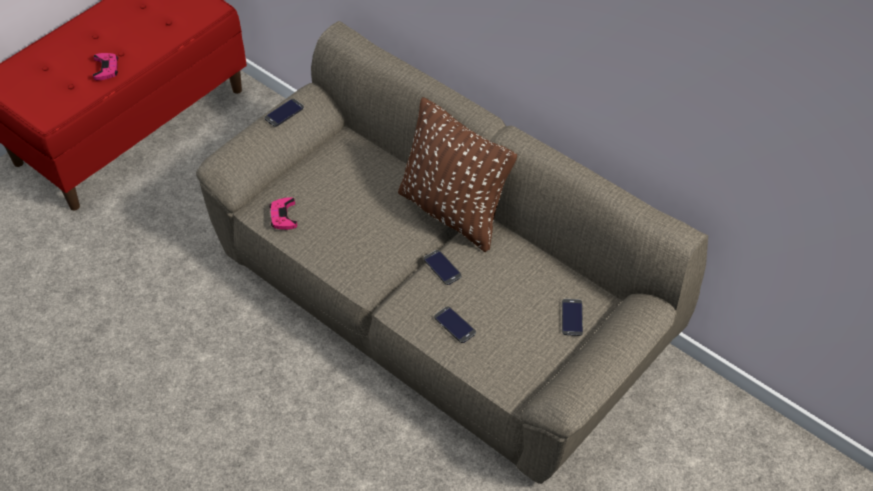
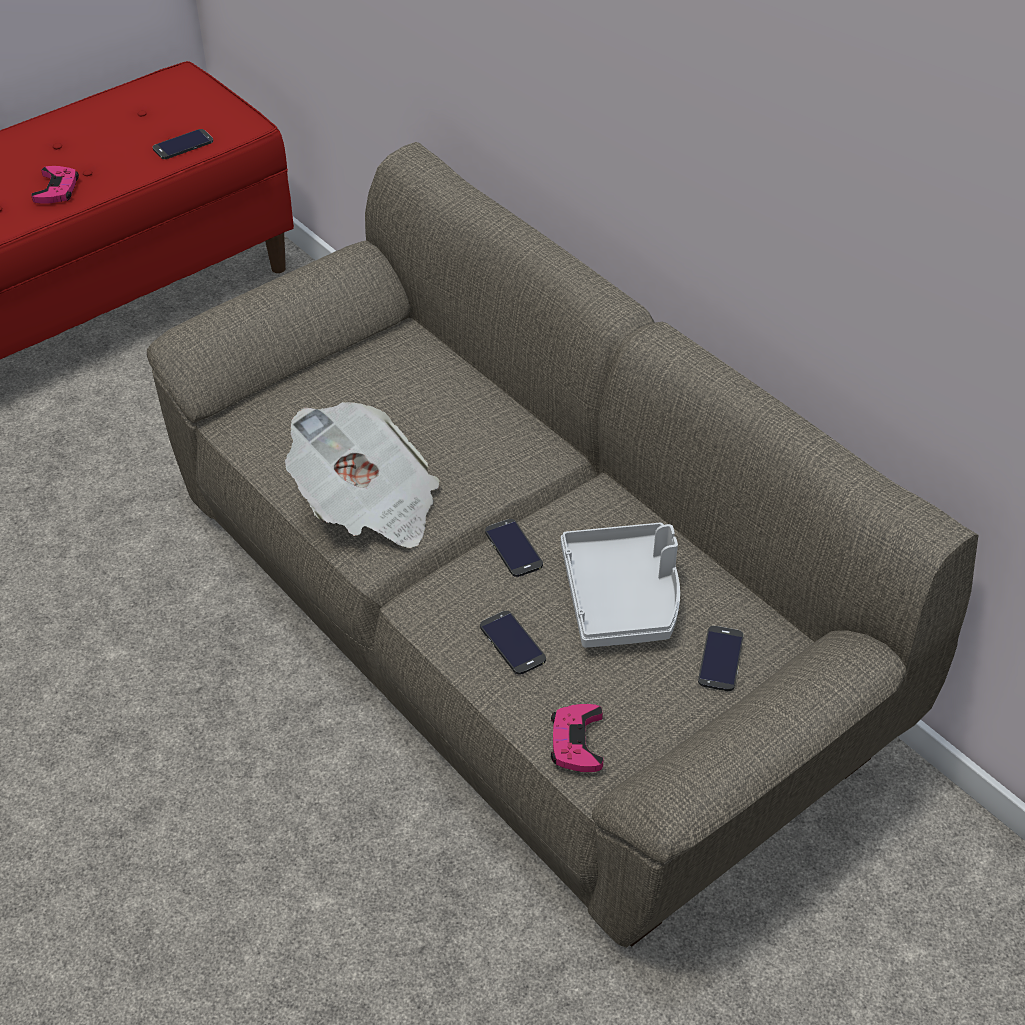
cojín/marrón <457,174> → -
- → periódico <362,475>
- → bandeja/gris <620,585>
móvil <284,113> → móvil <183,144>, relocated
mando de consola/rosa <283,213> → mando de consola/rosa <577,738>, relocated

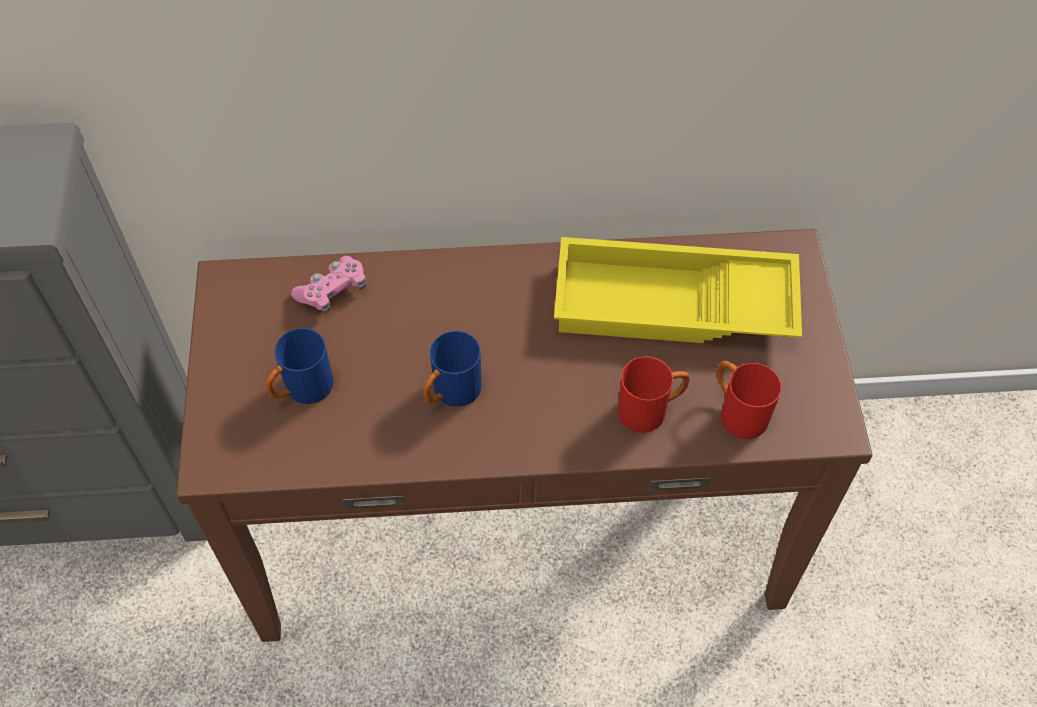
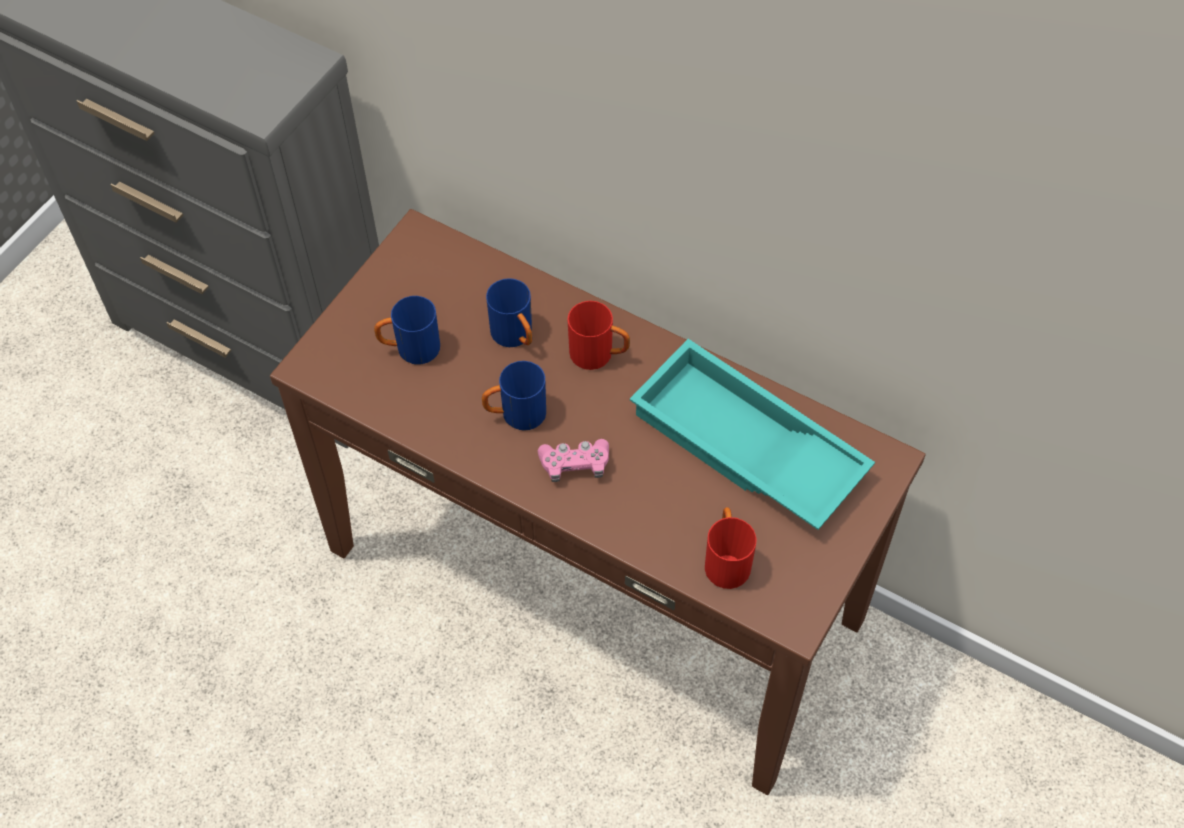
- → taza grande/azul <509,312>
mando de consola/rosa <328,285> → mando de consola/rosa <573,460>, relocated
taza grande/rojo <654,394> → taza grande/rojo <598,335>, relocated
bandeja/amarillo <678,290> → bandeja/turquesa <752,434>

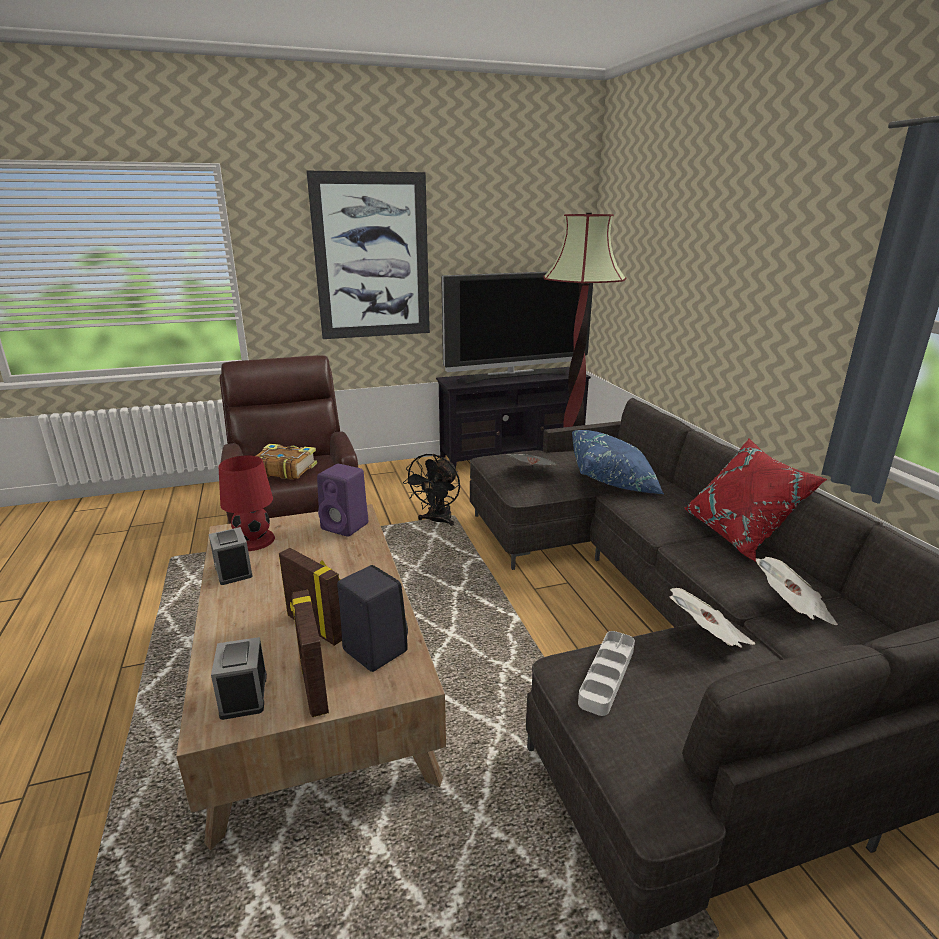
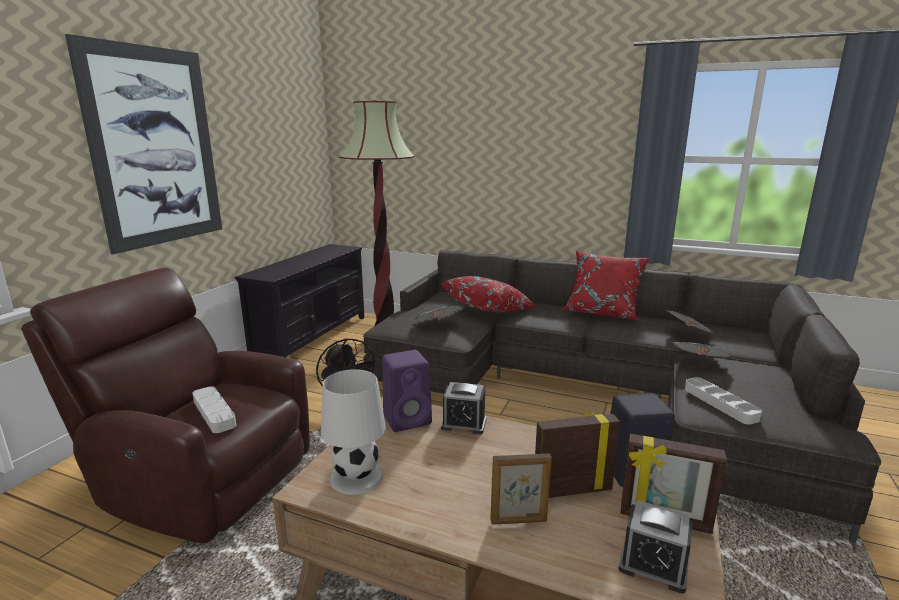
televisor <517,327> → -
- → portarretratos <521,489>
despertador <231,556> → despertador <463,408>, relocated
libro <286,462> → bandeja/gris <214,409>
lámpara de mesa/rojo <247,503> → lámpara de mesa/blanco <353,432>
cojín/azul <618,462> → cojín/rojo <488,294>

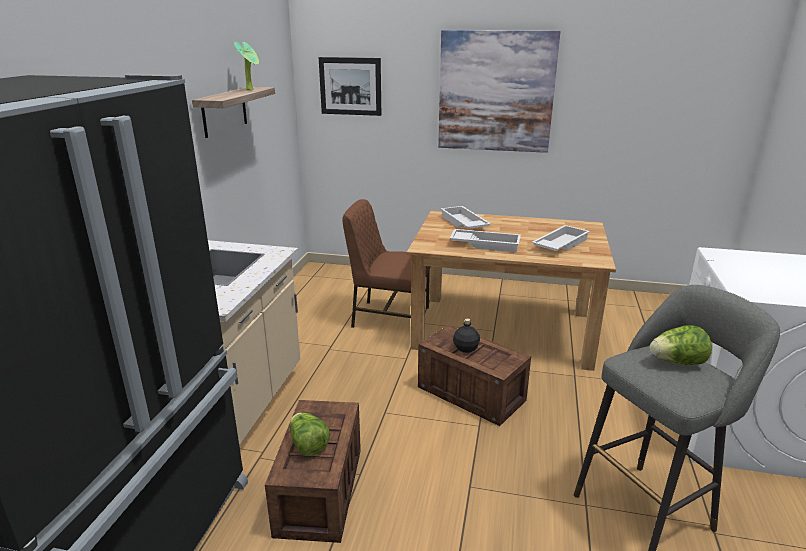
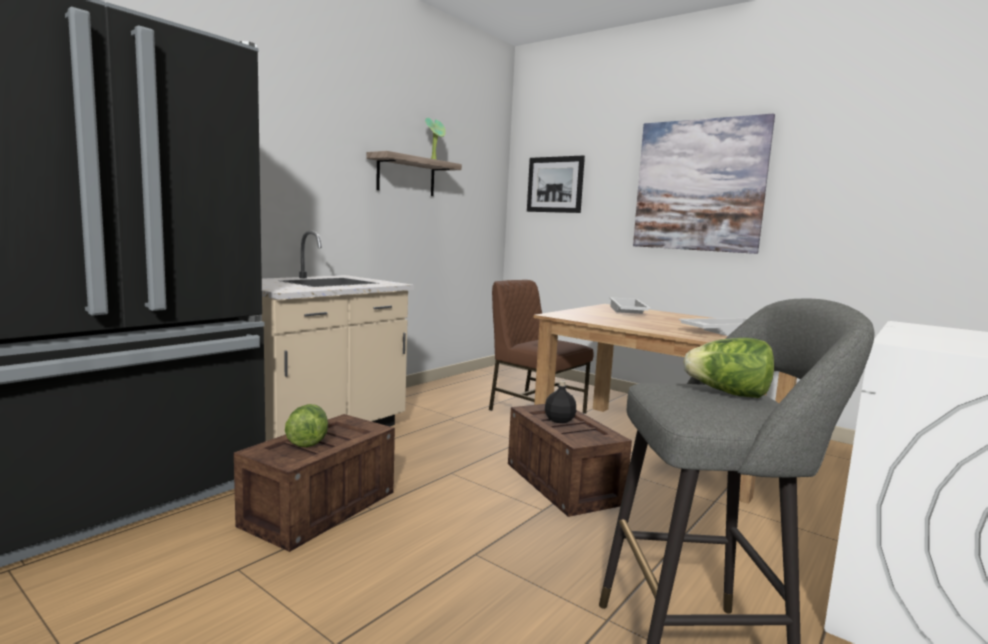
bandeja/blanco <485,241> → -

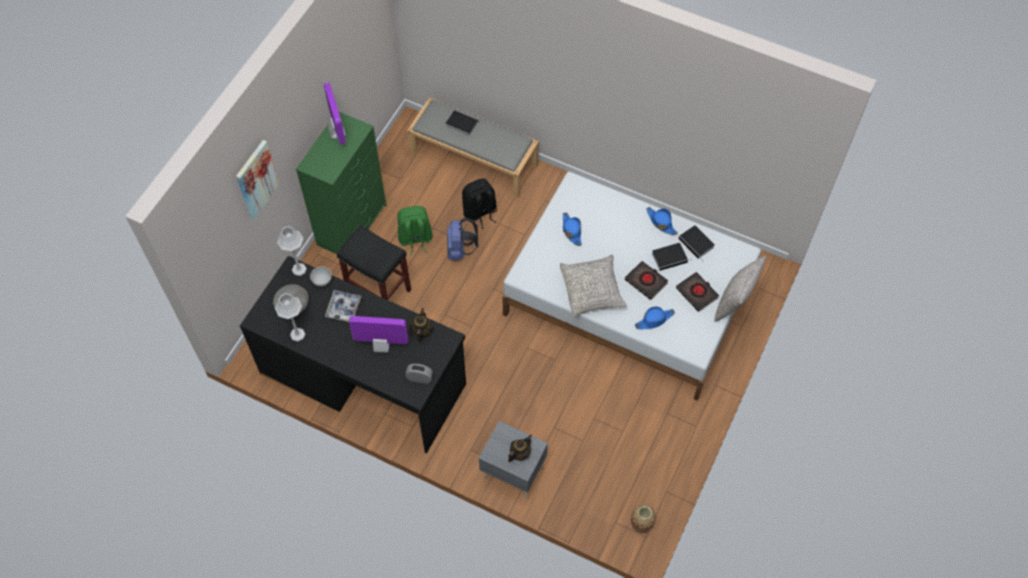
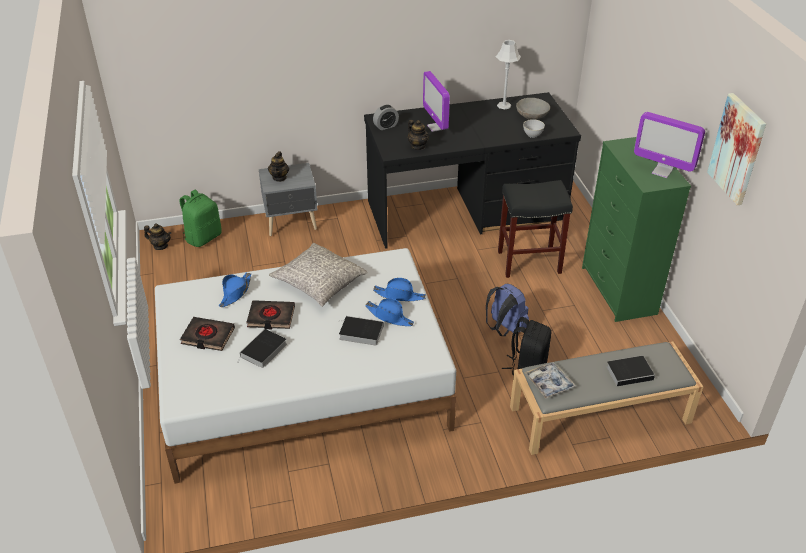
lámpara de mesa/gris <292,251> → -
cojín/gris <740,288> → -
cuadro <258,180> → cuadro <736,149>, relocated
bandeja <343,306> → bandeja <550,380>, relocated
mochila/verde <415,231> → mochila/verde <201,218>, relocated
sombrero/azul <662,221> → sombrero/azul <399,289>, relocated
libro <697,242> → libro <360,331>, relocated
florero <643,519> → tetera <157,236>
monitor <379,334> → monitor <436,101>, 105 degrees clockwise

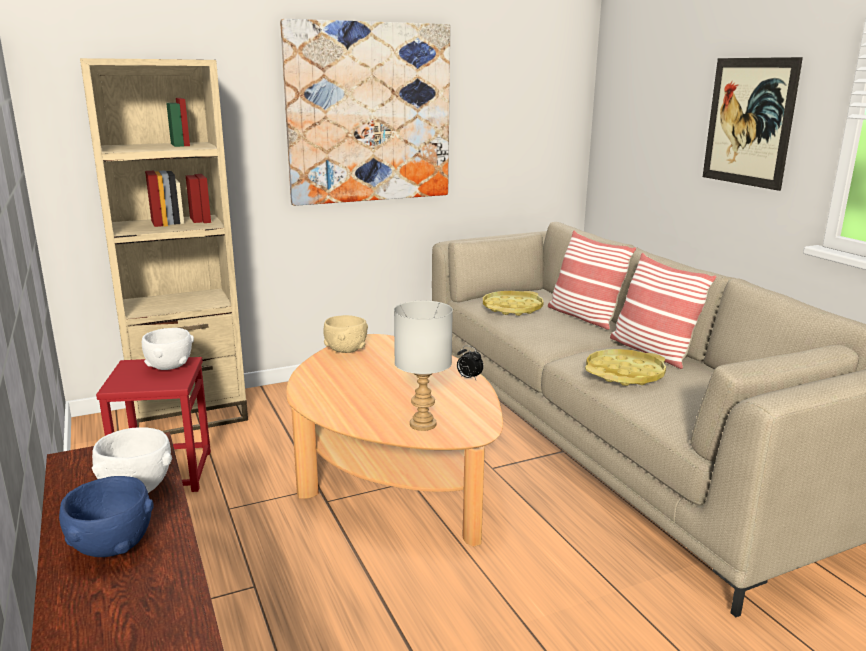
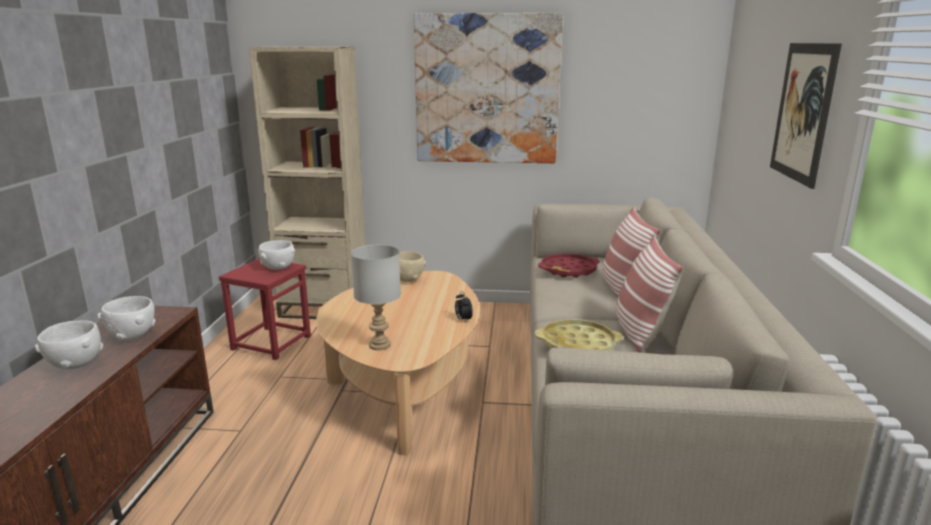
cuenco/azul <106,516> → cuenco/blanco <69,344>
bandeja/amarillo <513,303> → bandeja/rojo <569,266>

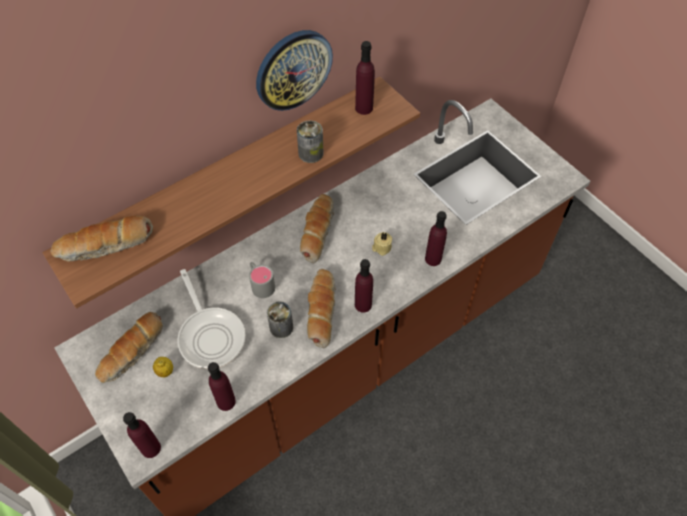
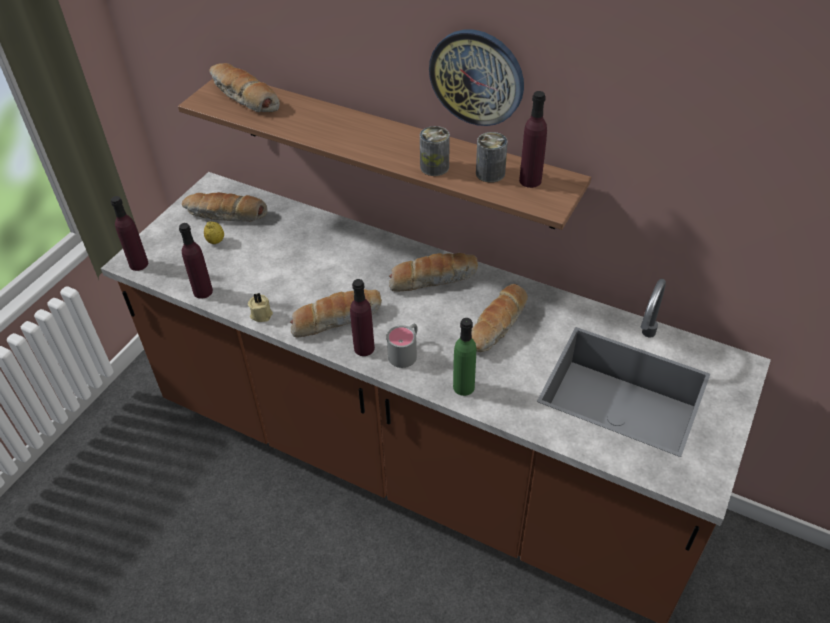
sartén <211,319> → -
- → pan <499,318>
taza grande/gris <262,280> → taza grande/gris <402,346>, relocated
lata <280,319> → lata <492,157>, relocated
vela/beis <382,244> → vela/beis <260,307>, relocated
botella/morado <436,238> → botella/verde <464,357>

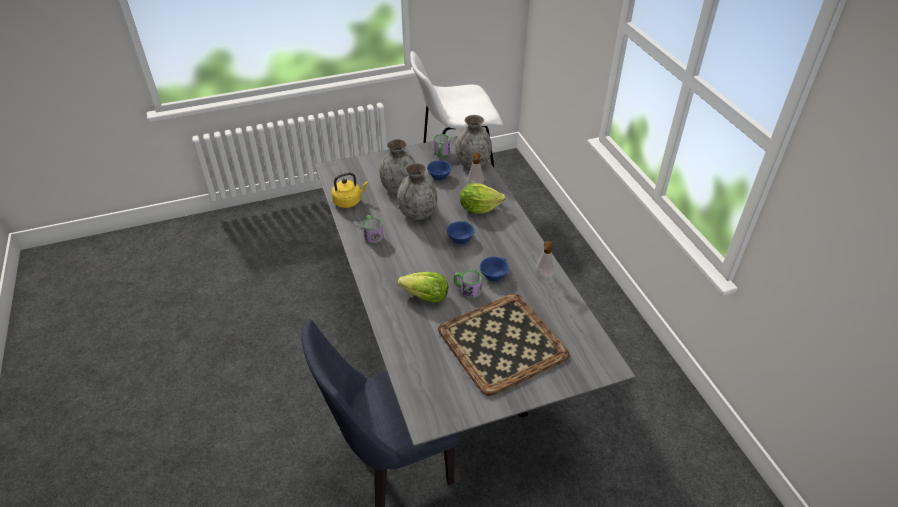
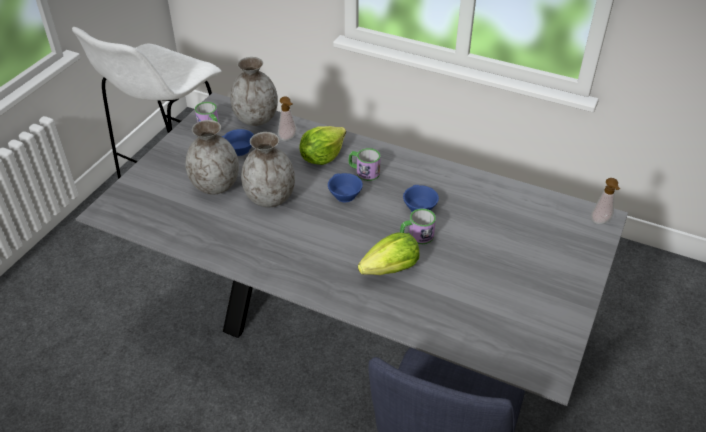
hervidor/amarillo <349,190> → -
bandeja <504,345> → -
taza grande <373,229> → taza grande <364,164>, relocated
dispensador de jabón <545,259> → dispensador de jabón <605,201>, relocated

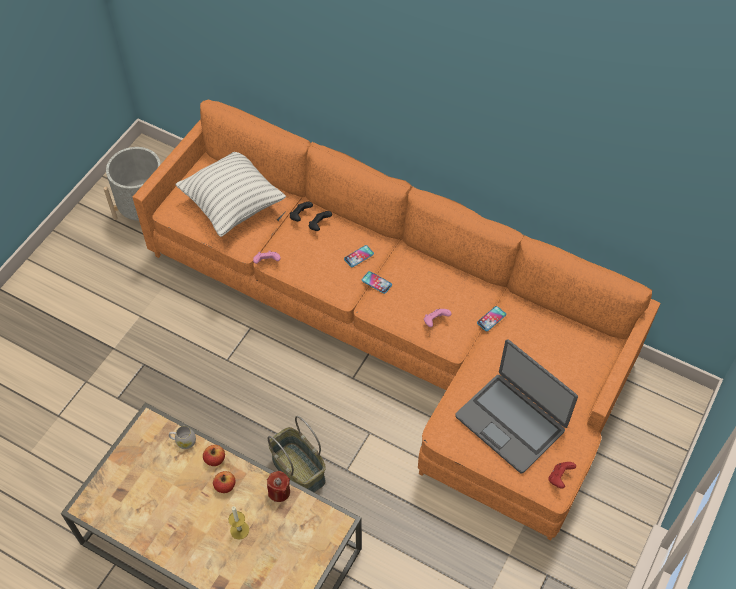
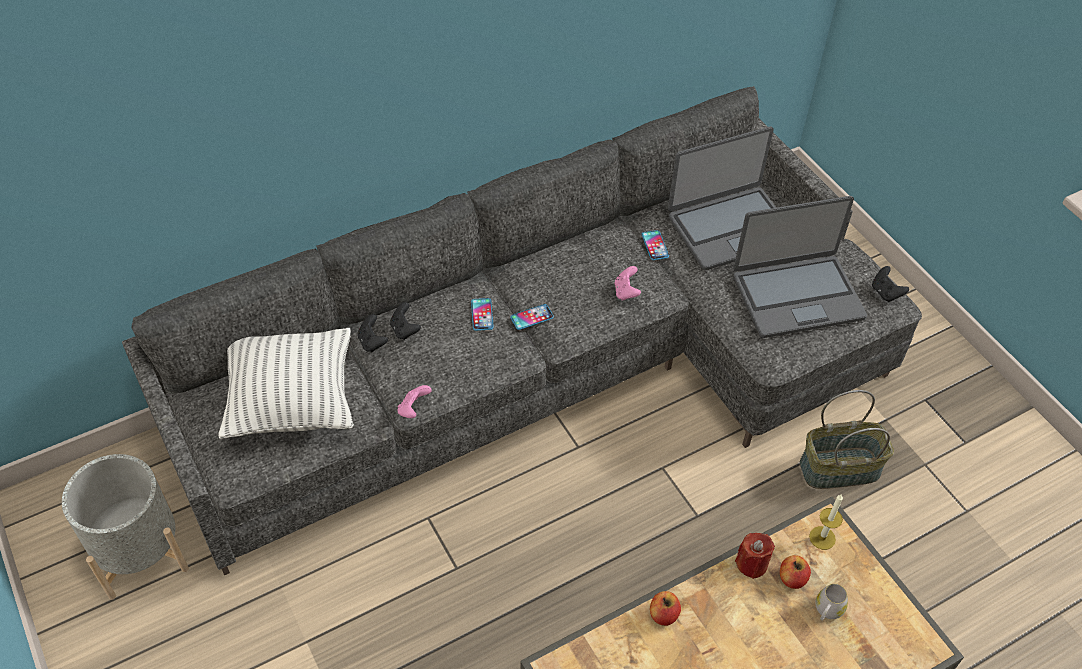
- → portátil <722,198>
taza grande/blanco <182,437> → taza grande/blanco <831,602>, relocated
manzana <224,482> → manzana <795,572>, relocated
vela <238,523> → vela <826,522>, relocated
cesta <297,454> → cesta <847,439>, relocated
sofá/naranja <396,319> → sofá/gris <522,330>
mando de consola/rojo <562,475> → mando de consola/negro <890,284>

